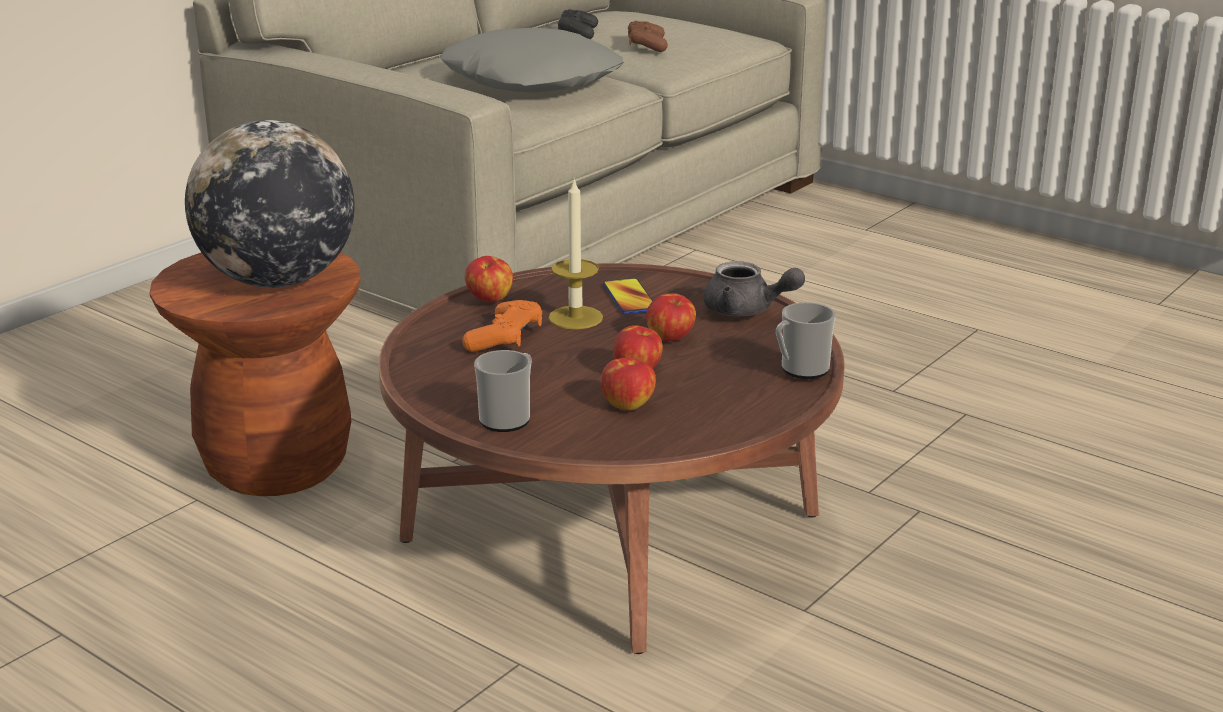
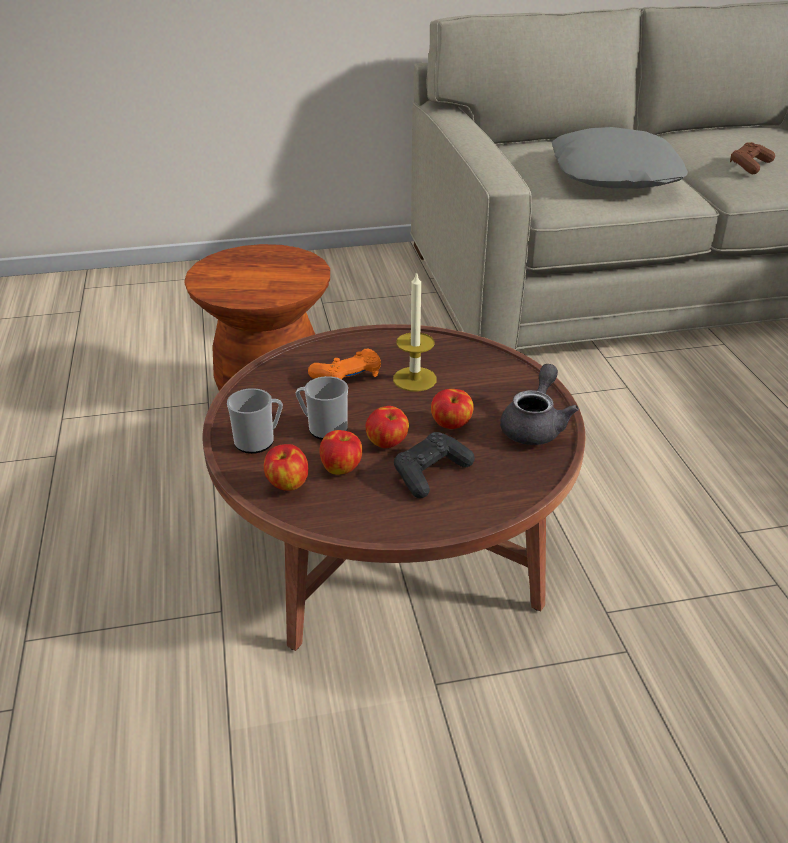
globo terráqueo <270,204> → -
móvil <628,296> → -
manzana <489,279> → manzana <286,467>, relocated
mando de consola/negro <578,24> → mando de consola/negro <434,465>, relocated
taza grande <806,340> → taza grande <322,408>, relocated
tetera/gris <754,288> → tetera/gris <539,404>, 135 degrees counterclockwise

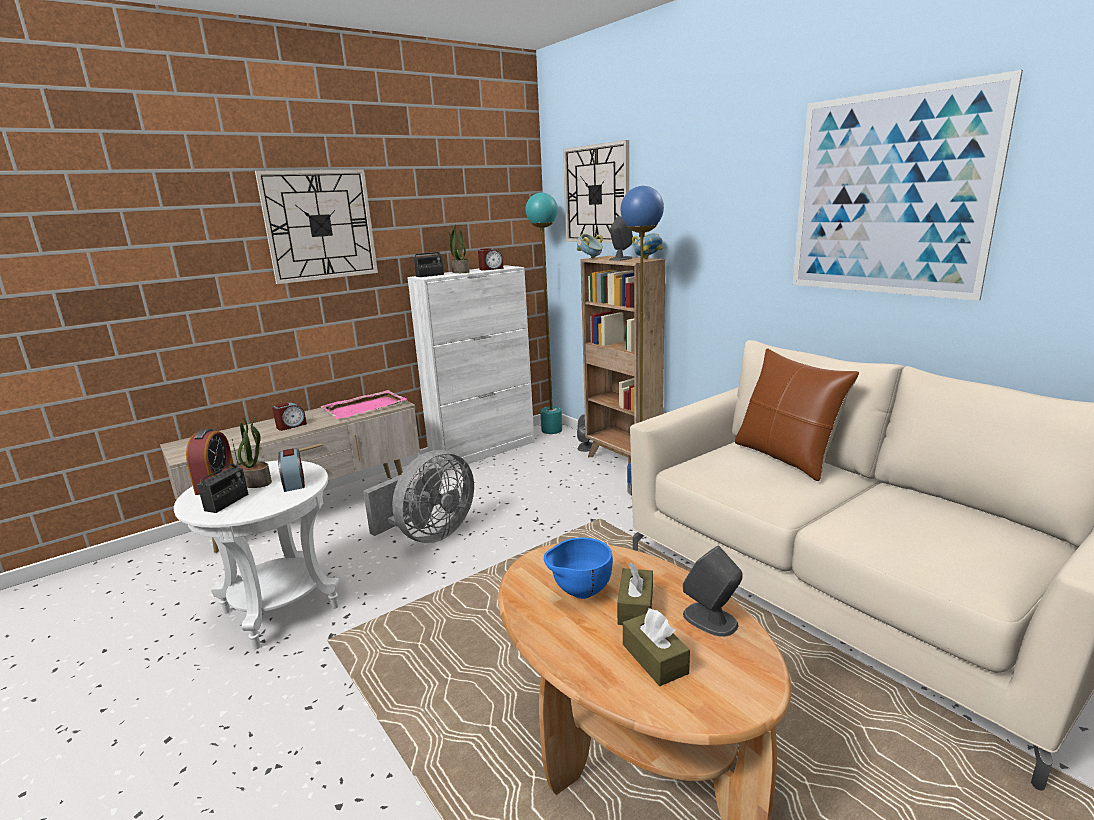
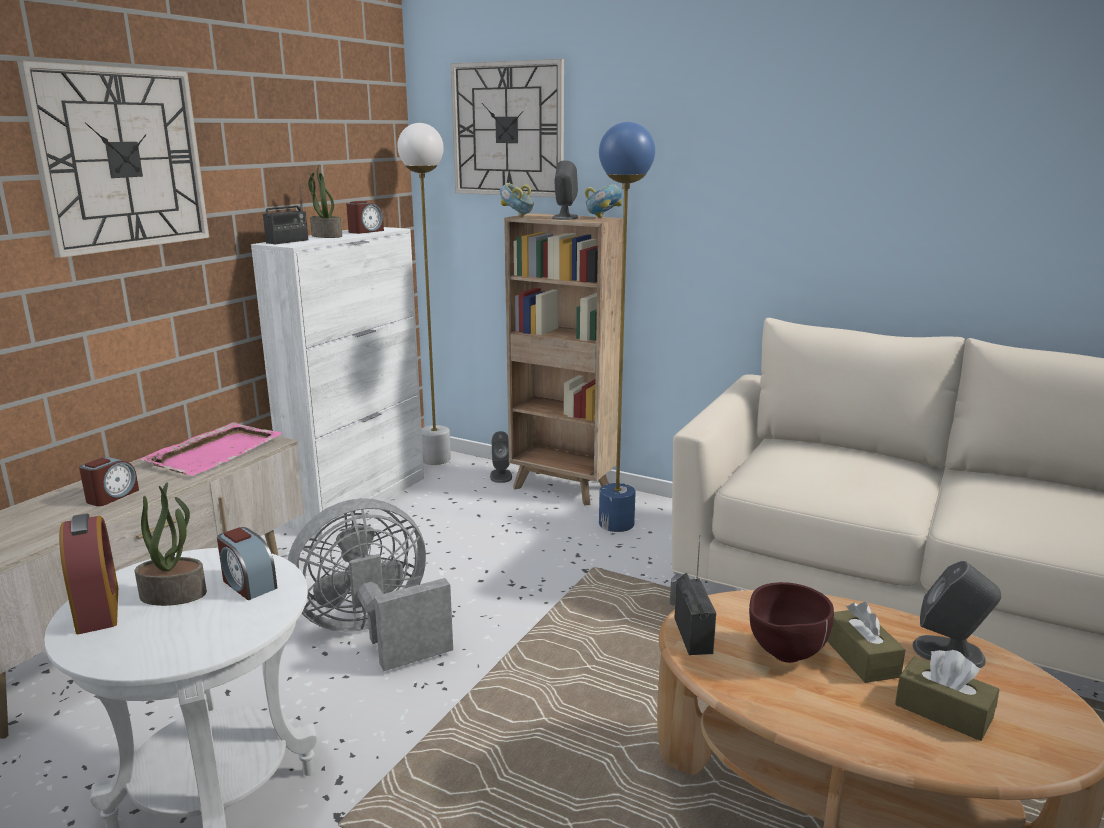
cojín/marrón <797,415> → -
cuadro <908,185> → -
radio <222,476> → radio <695,595>, relocated
lámpara de pie/turquesa <544,313> → lámpara de pie/blanco <424,294>
cuenco/azul <578,568> → cuenco/marrón <791,622>
ventilador/gris <418,496> → ventilador/gris <370,584>, 135 degrees counterclockwise

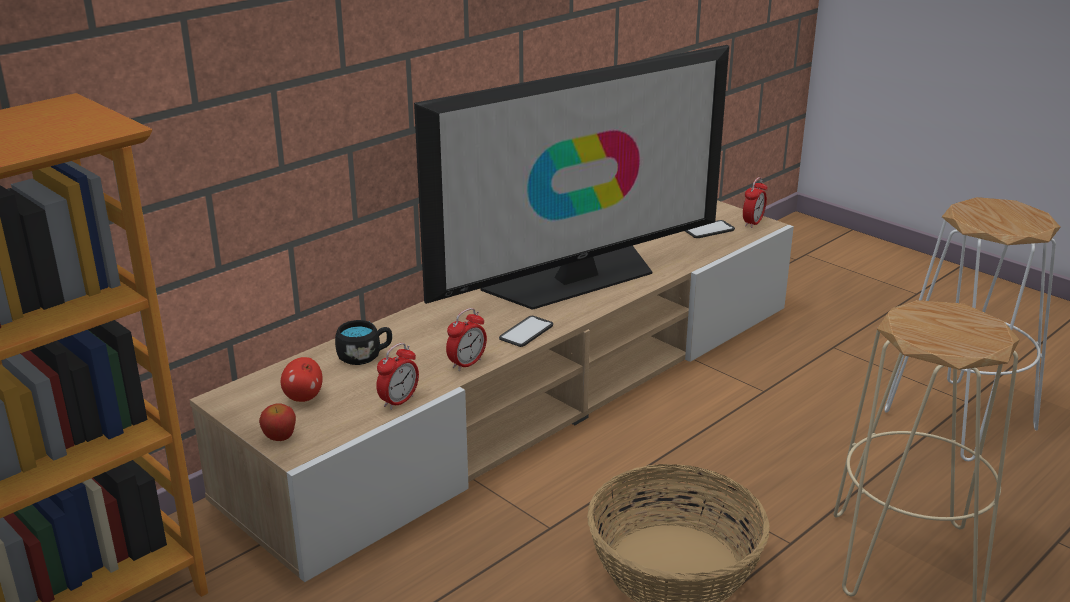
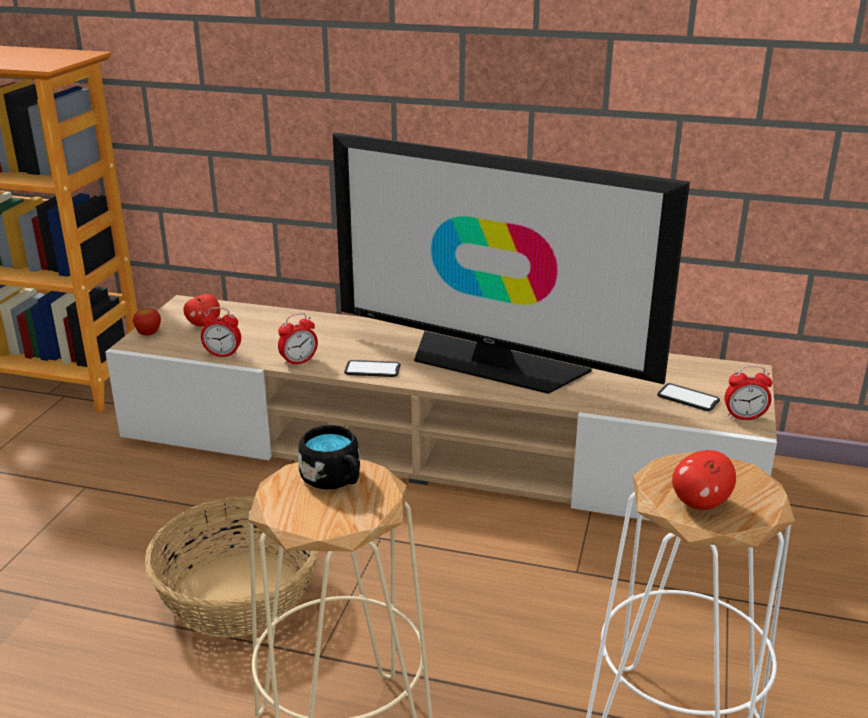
- → manzana <704,480>
taza grande/negro <363,342> → taza grande/negro <329,457>, relocated
despertador <466,339> → despertador <298,340>, 45 degrees counterclockwise

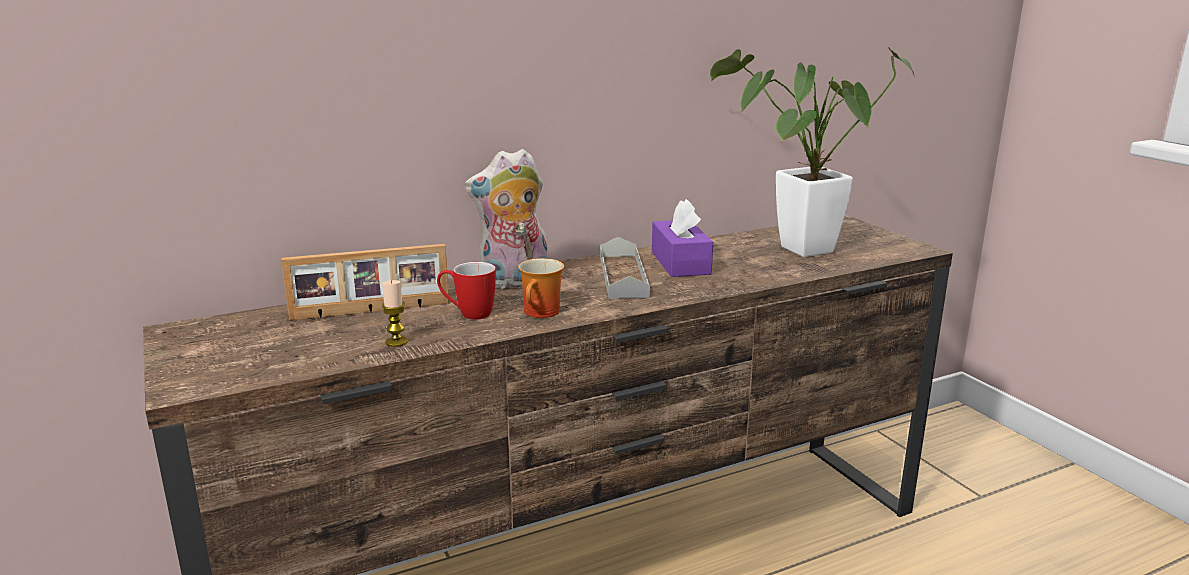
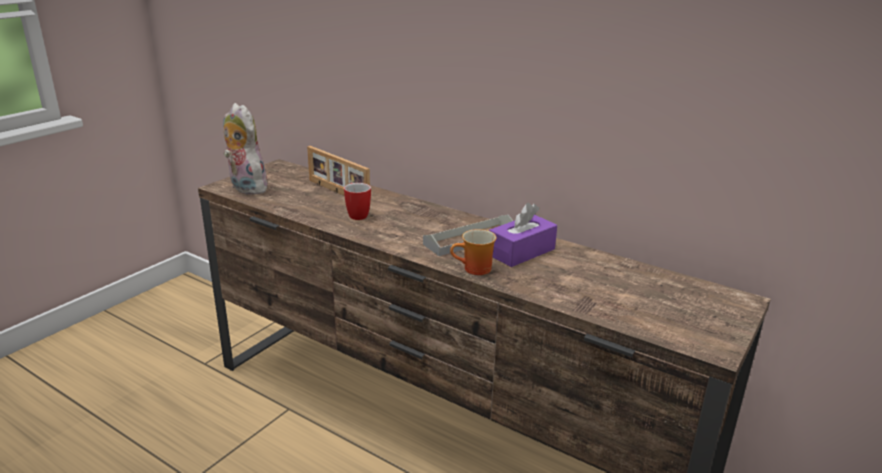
vela <395,313> → -
planta en maceta <812,152> → -
peluche <506,219> → peluche <246,149>, relocated
taza grande <541,288> → taza grande <473,252>, relocated

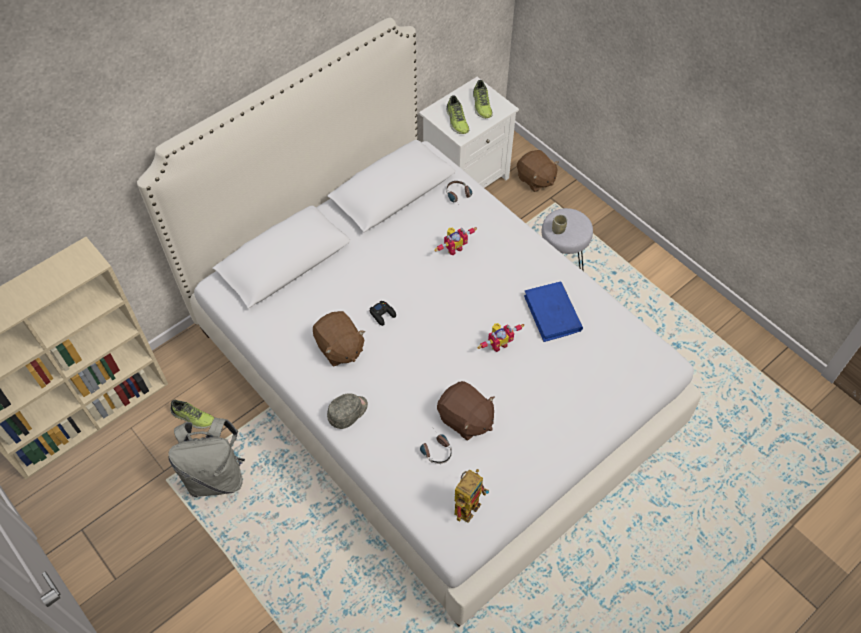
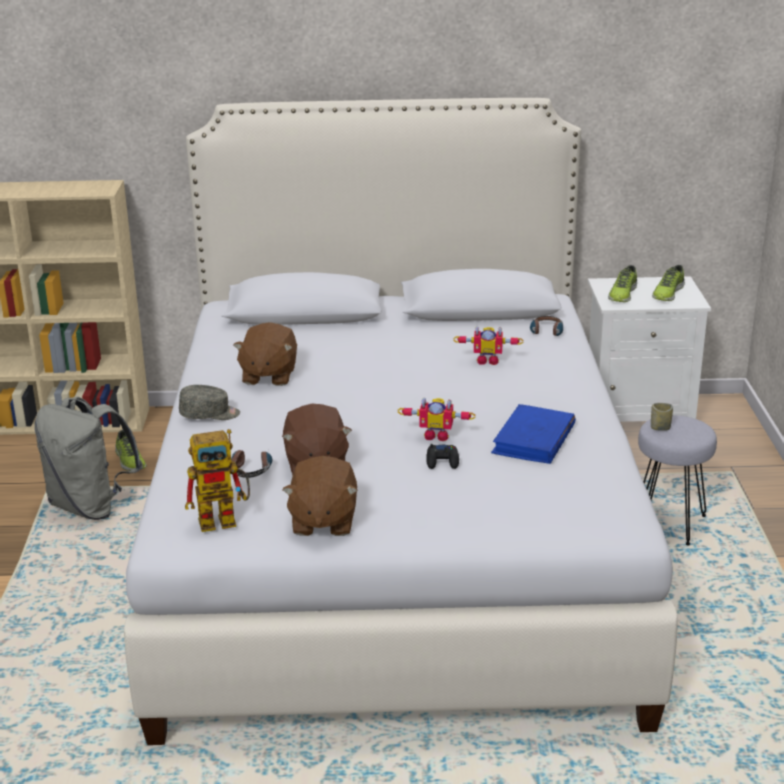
mando de consola/negro <383,313> → mando de consola/negro <442,456>, relocated
peluche/marrón <538,171> → peluche/marrón <320,496>, relocated

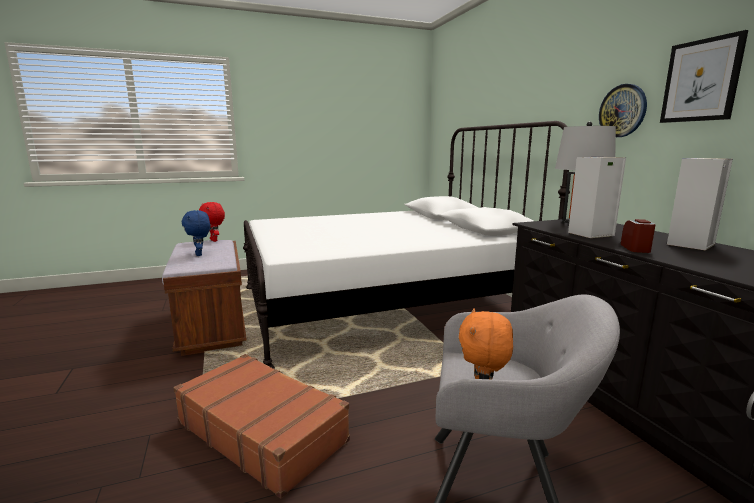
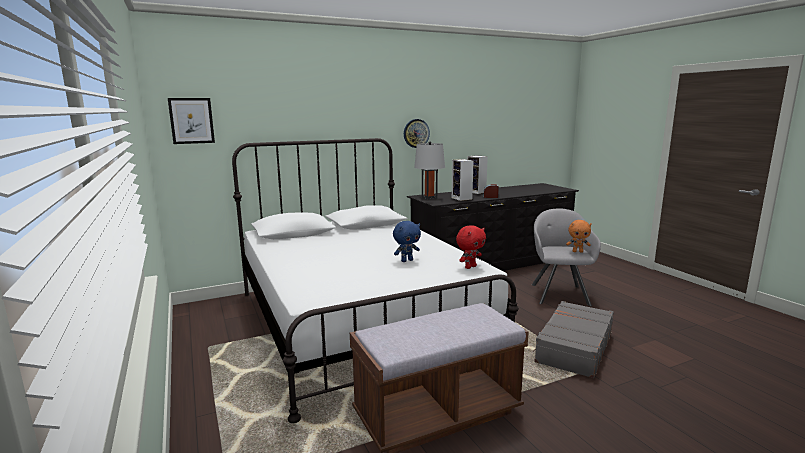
peluche/azul <196,233> → peluche/azul <407,241>, relocated
peluche/rojo <212,222> → peluche/rojo <471,247>, relocated
cuadro <704,76> → cuadro <191,121>, relocated
maleta/marrón <261,426> → maleta/gris <573,339>

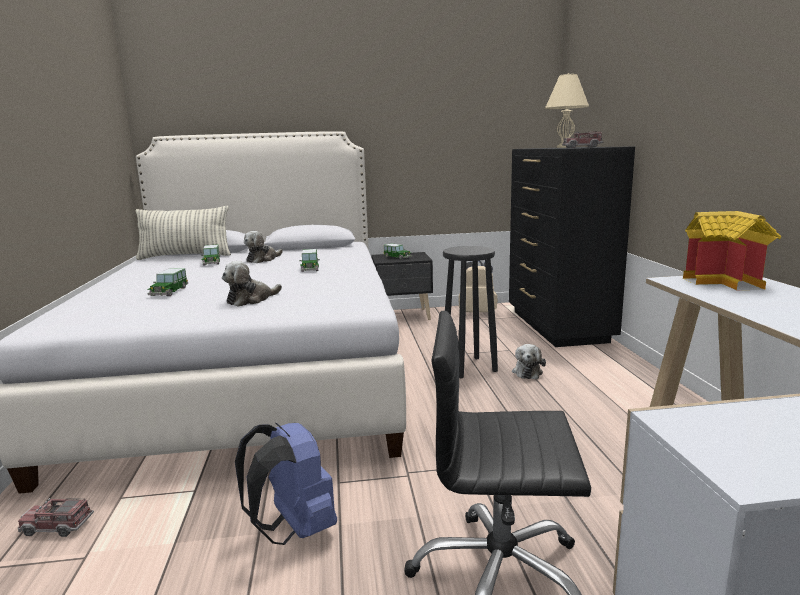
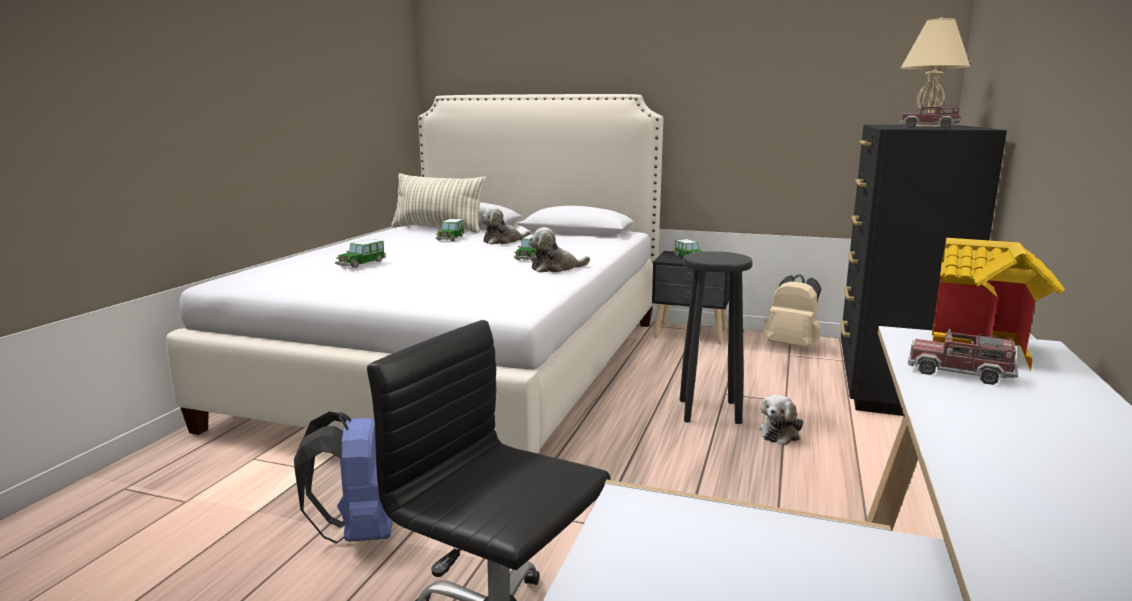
camión de juguete <56,517> → camión de juguete <963,357>, relocated
peluche <252,284> → peluche <559,250>, relocated

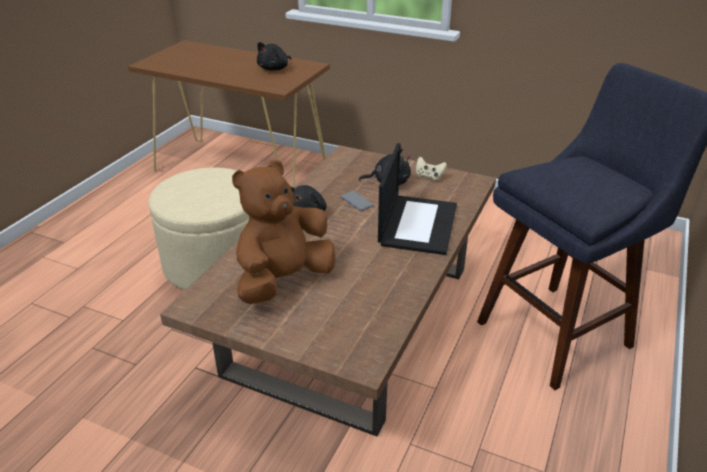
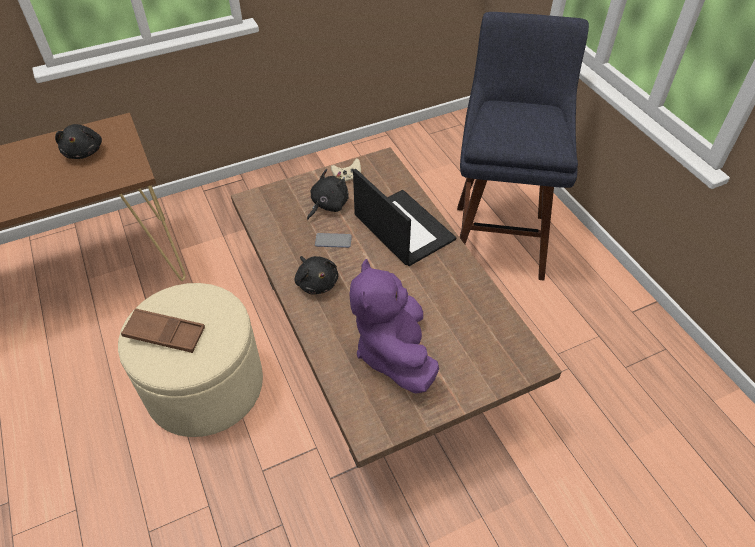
- → bandeja/marrón <163,330>
peluche/marrón <284,232> → peluche/morado <394,326>

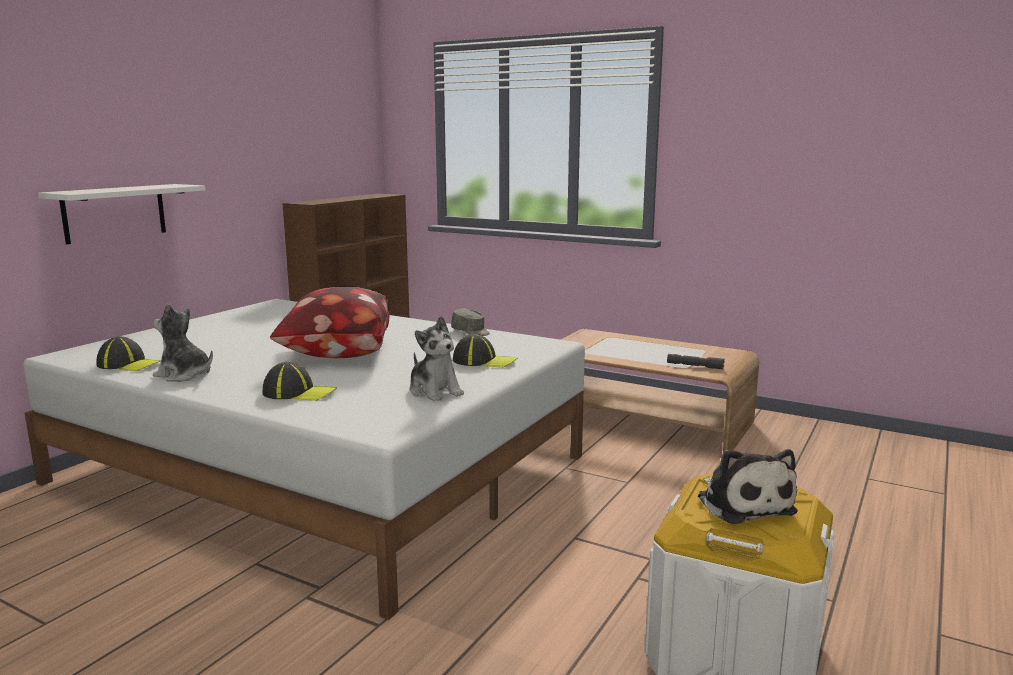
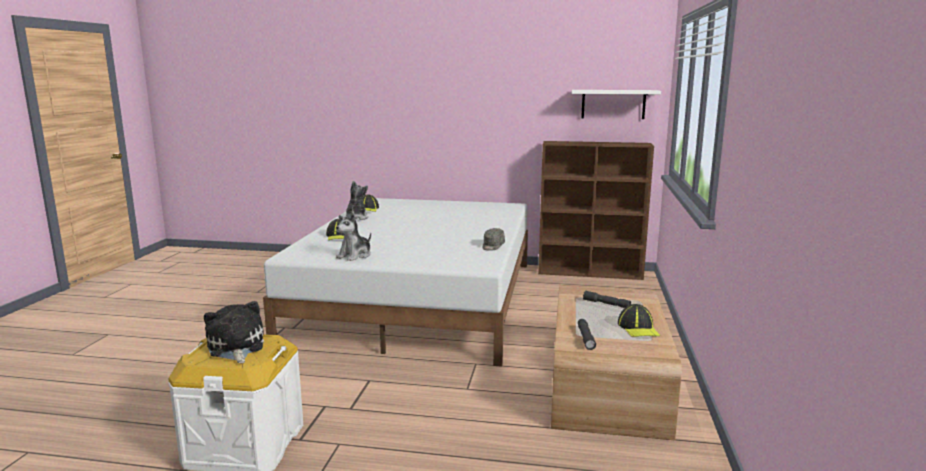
cojín <330,322> → -
- → linterna/gris <607,299>
estante/blanco <121,214> → estante/blanco <616,104>, relocated
gorra <485,351> → gorra <639,320>, relocated
peluche <748,486> → peluche <234,332>, 105 degrees clockwise

